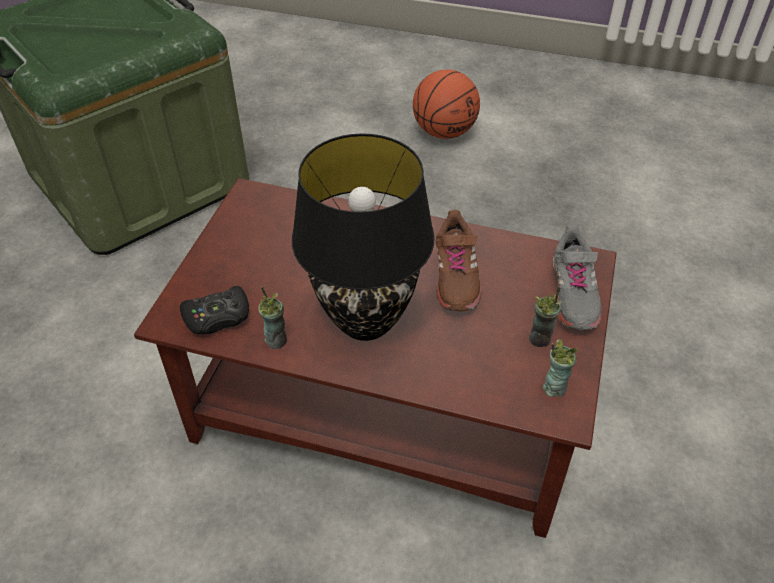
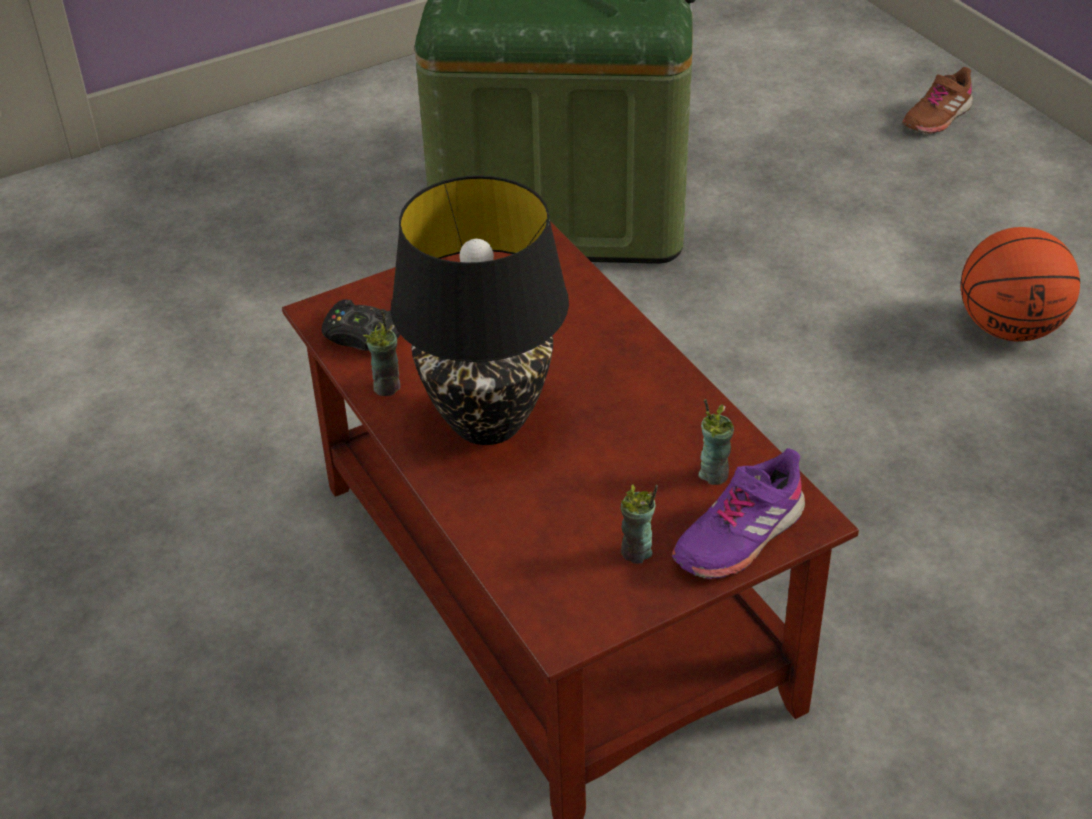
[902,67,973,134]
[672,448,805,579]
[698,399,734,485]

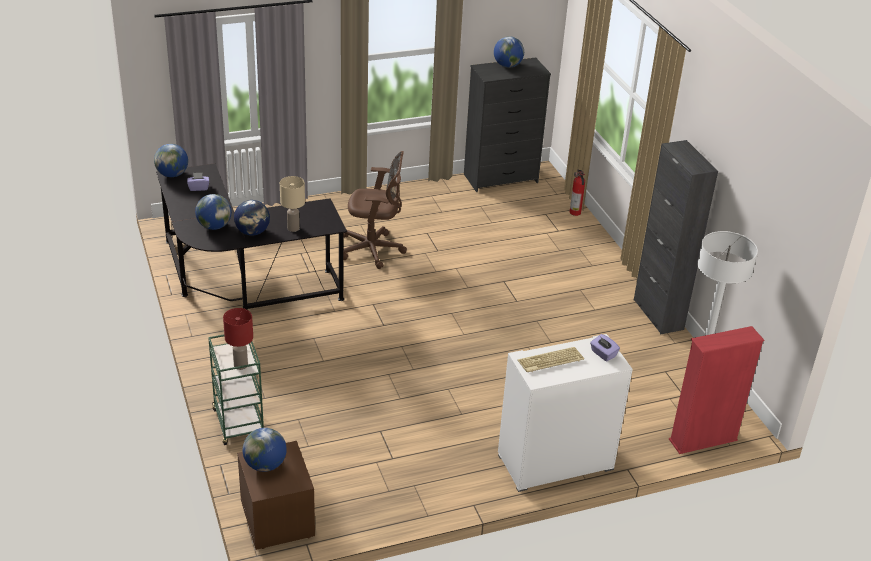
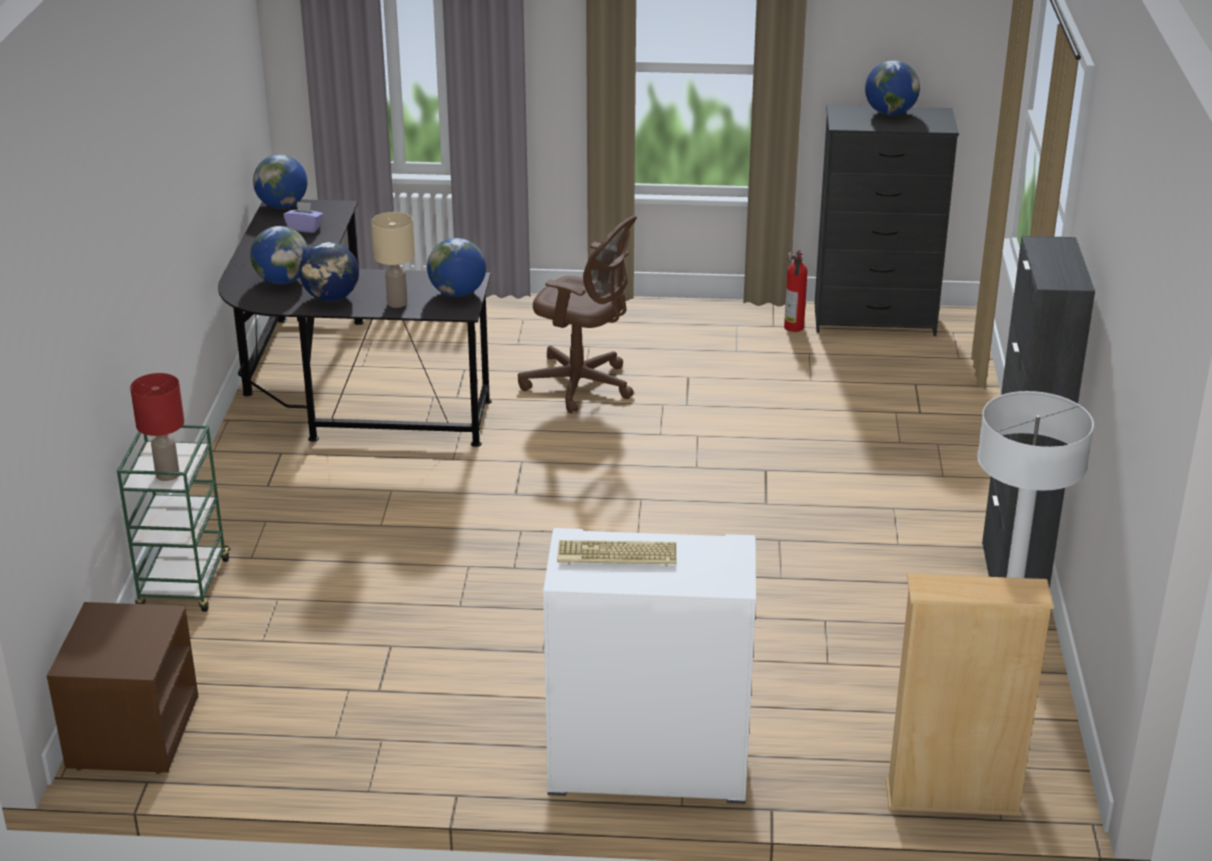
[784,250,807,332]
[886,574,1054,816]
[590,334,620,361] (first image)
[427,238,486,297]

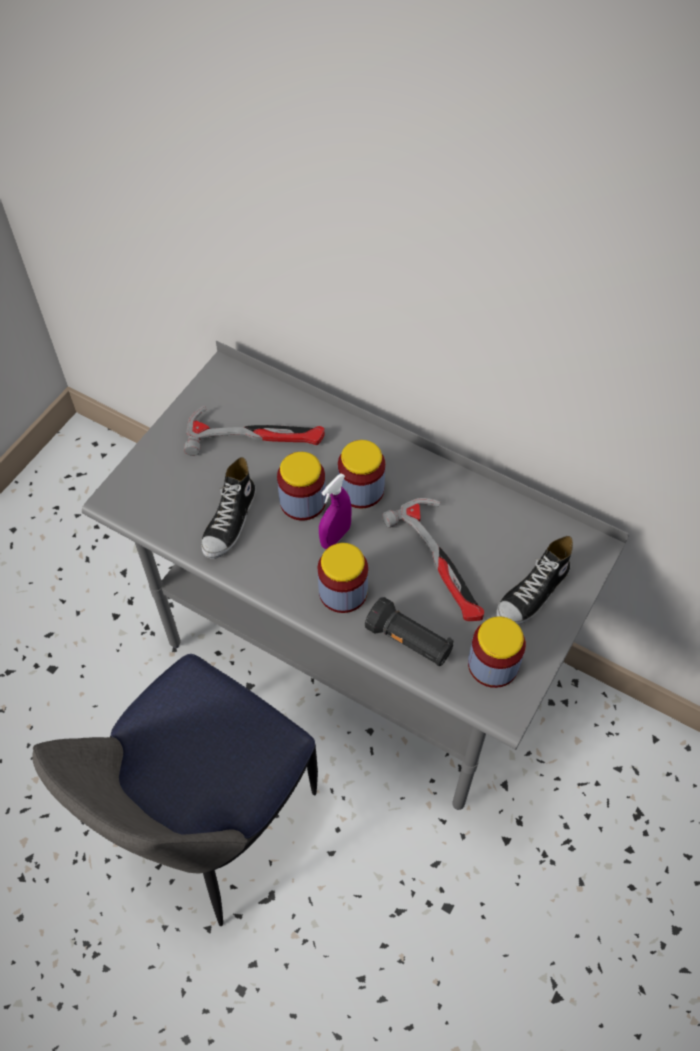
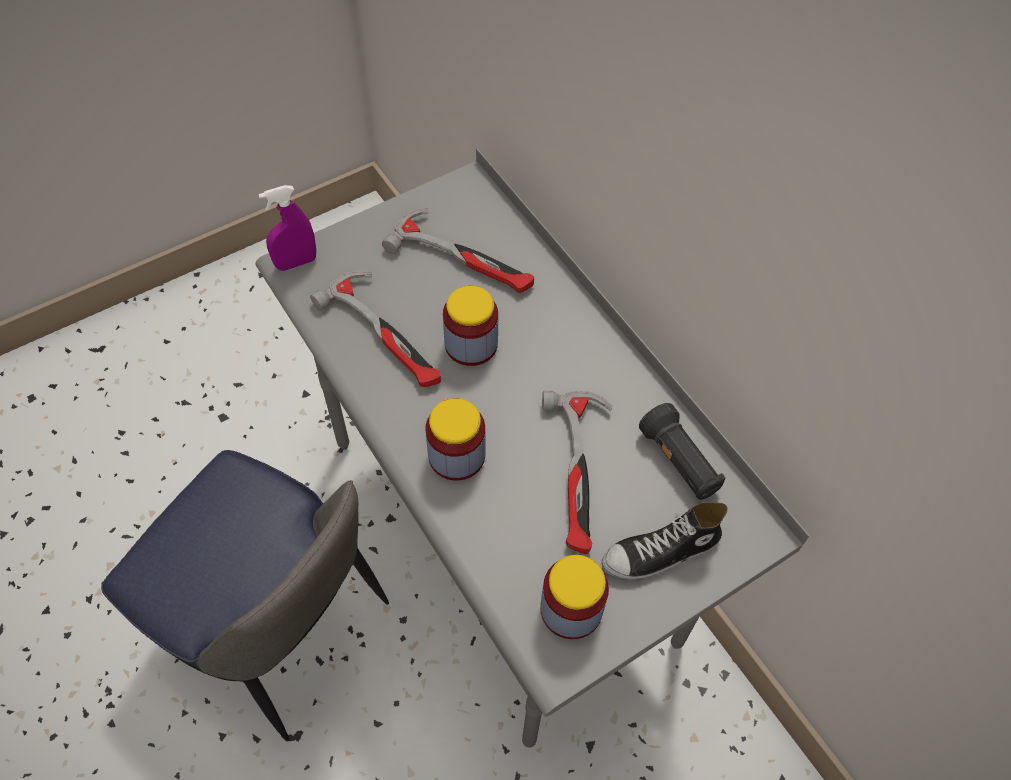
[338,440,385,509] (first image)
[310,270,441,387]
[259,185,316,271]
[639,403,726,500]
[101,450,389,741]

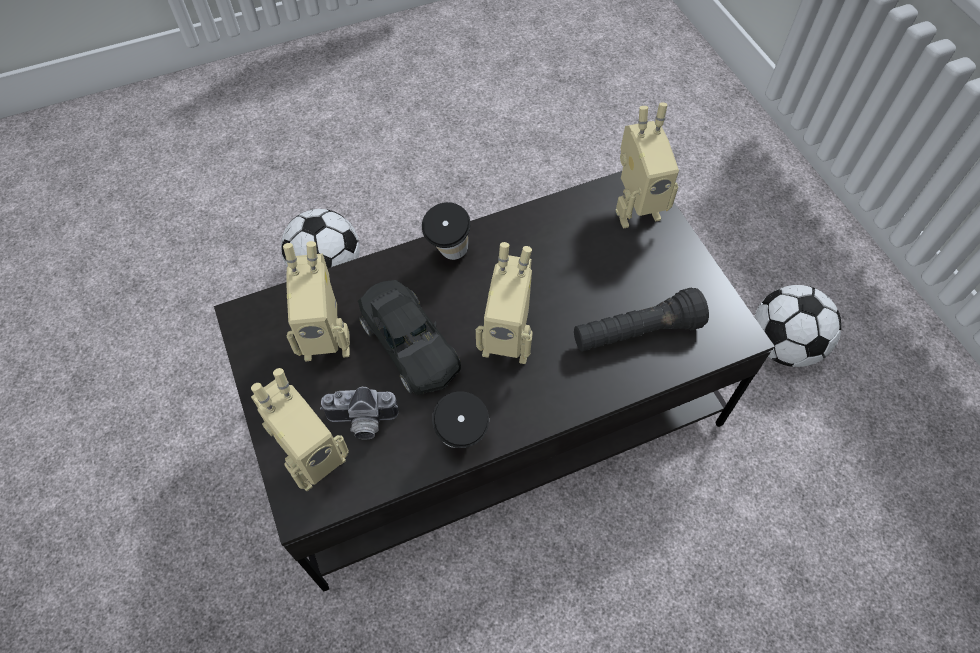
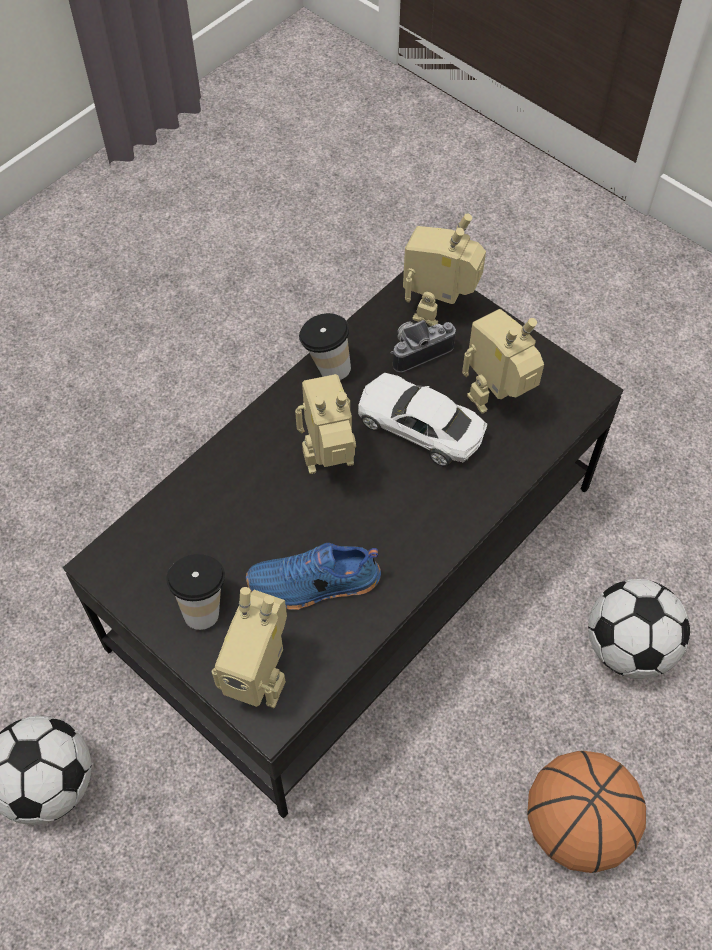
[212,587,287,708]
[166,554,225,630]
[358,373,487,467]
[574,288,709,351] (first image)
[246,543,381,610]
[527,751,646,873]

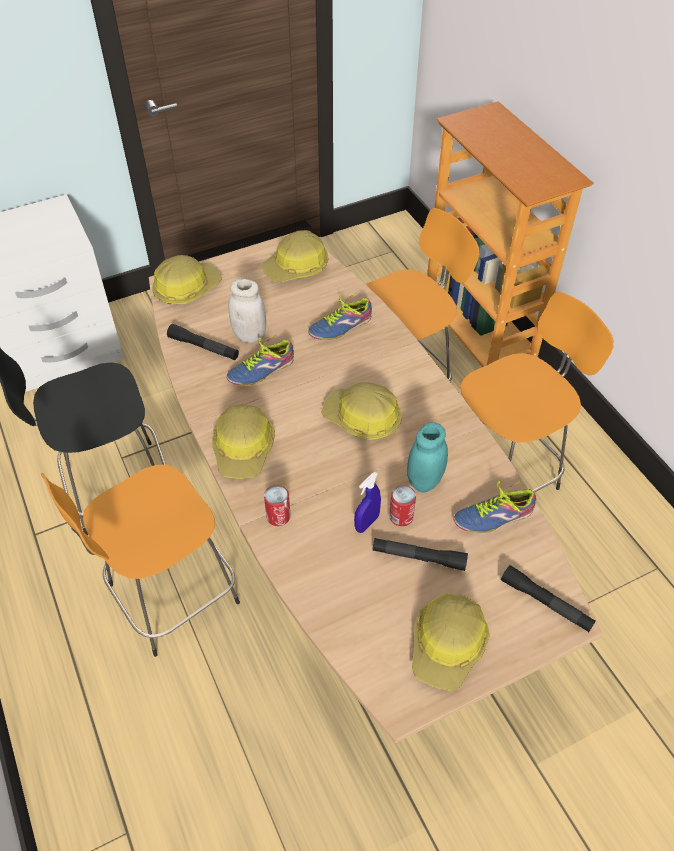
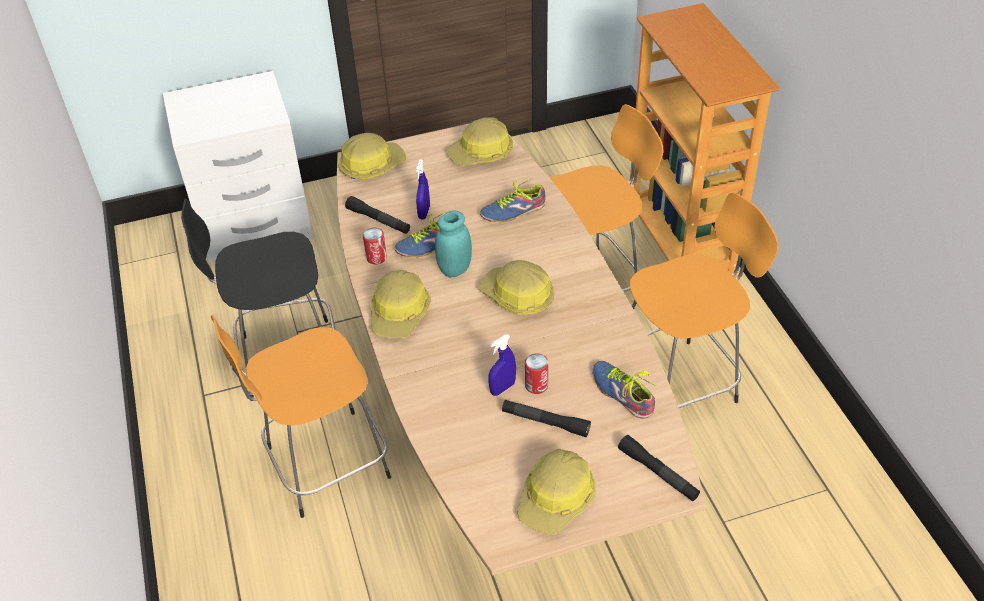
[416,159,430,219]
[435,210,472,278]
[593,361,657,418]
[363,228,387,264]

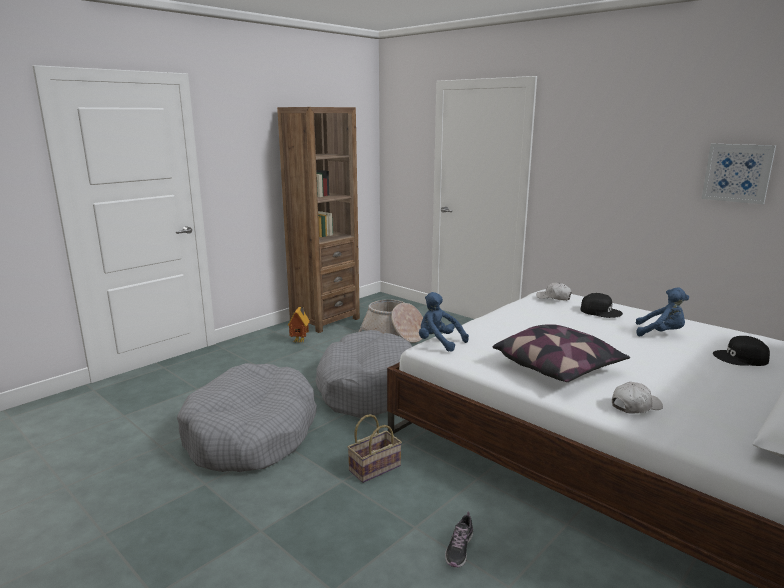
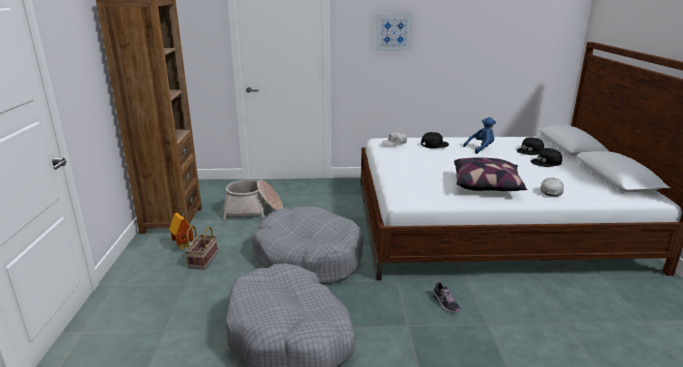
[376,13,413,51]
[419,292,469,352] (first image)
[185,225,218,270]
[433,280,460,313]
[530,148,562,167]

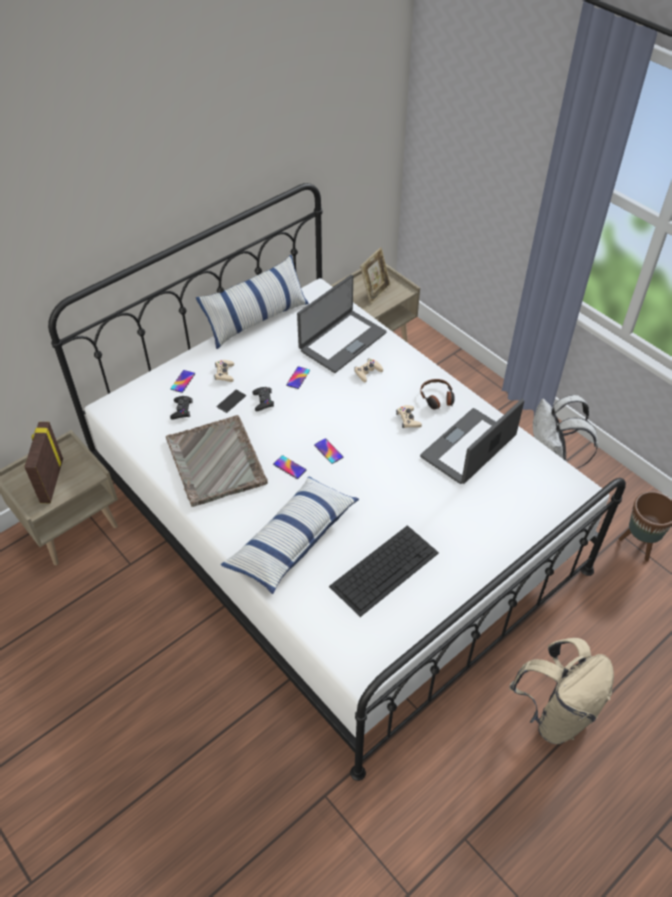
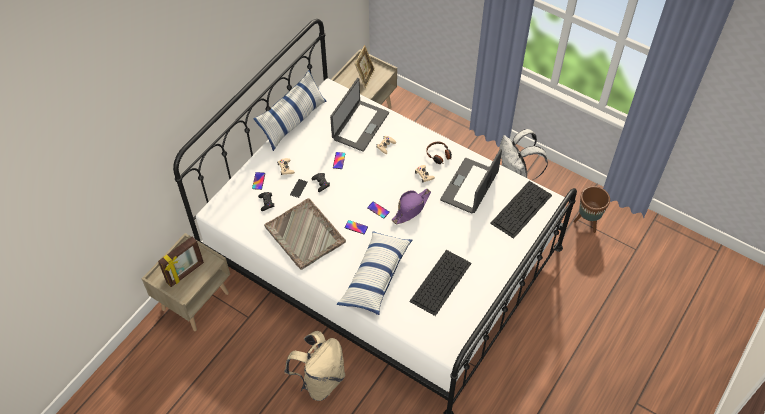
[158,236,204,287]
[284,331,345,401]
[490,181,552,239]
[392,188,431,224]

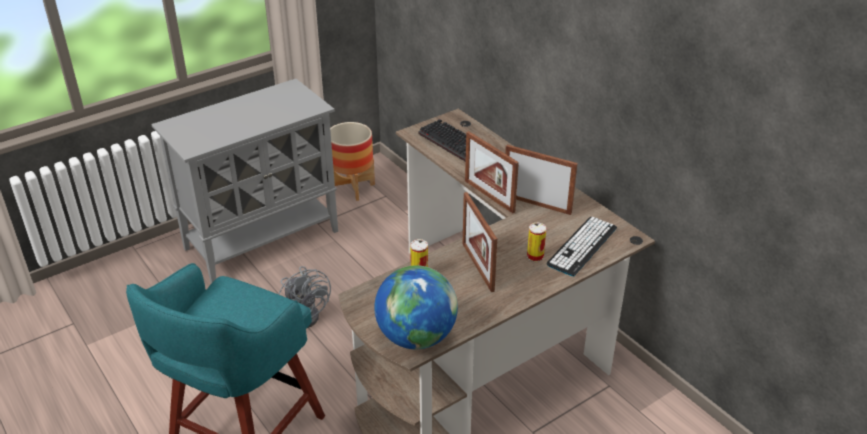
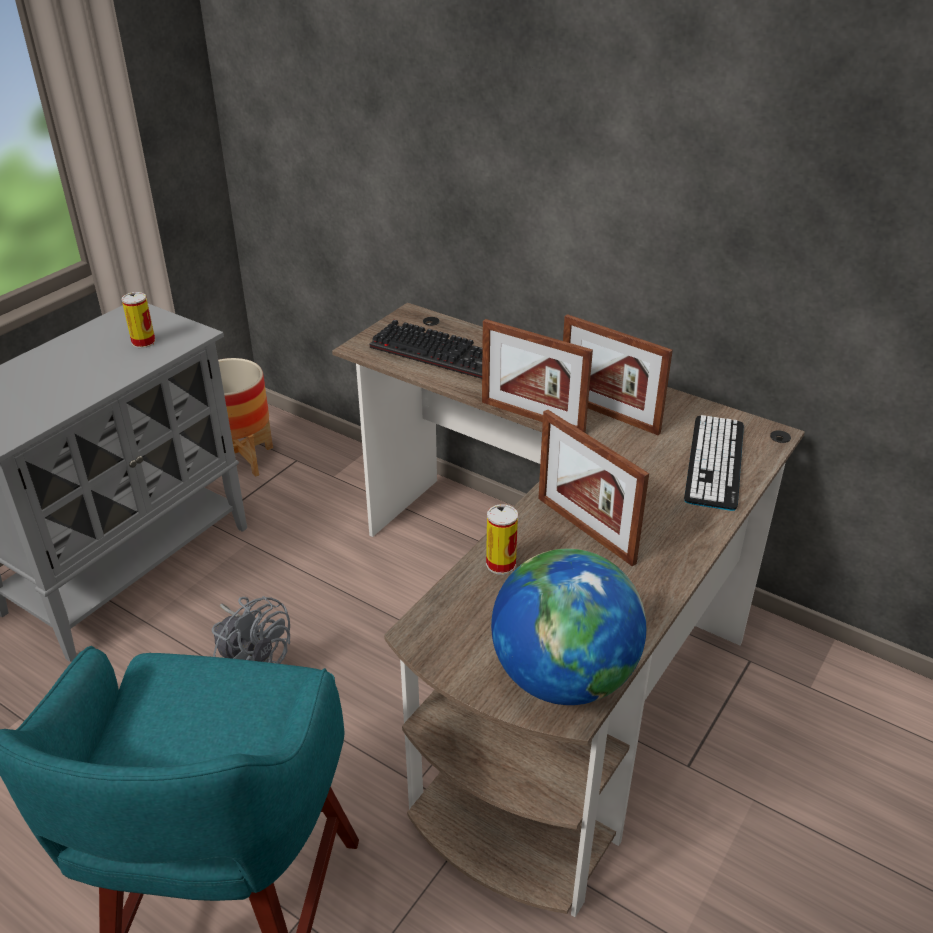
[563,314,673,435]
[122,292,156,348]

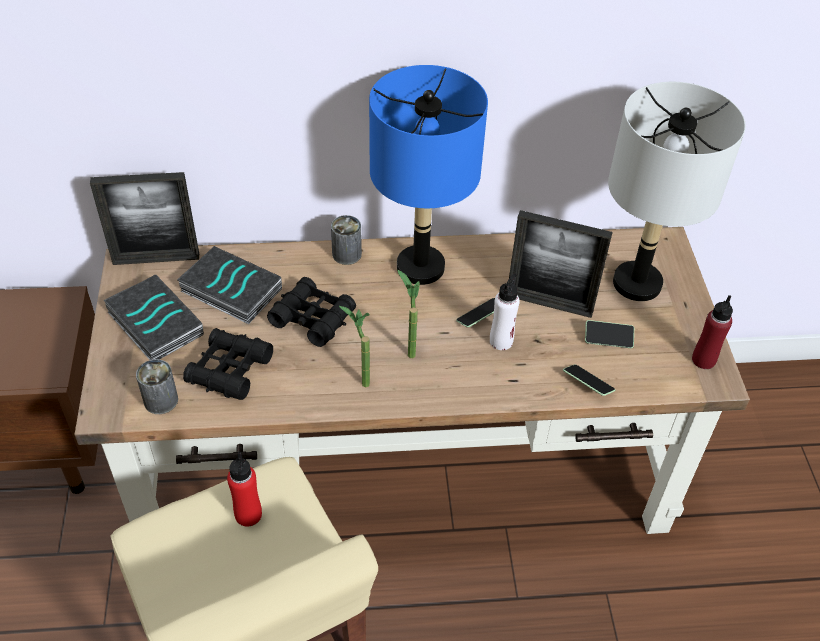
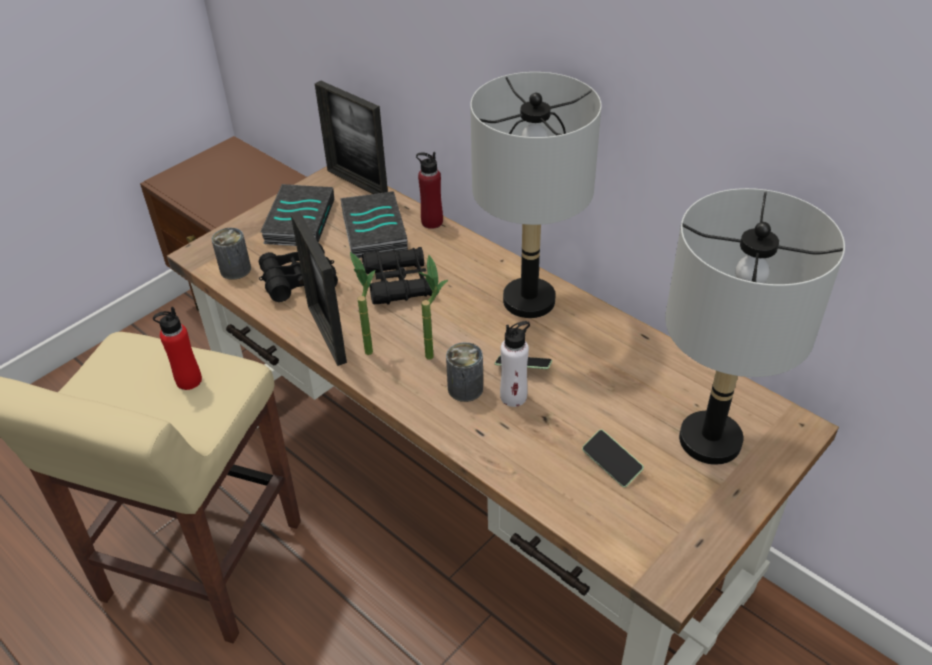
[470,72,602,318]
[291,211,347,366]
[446,342,483,402]
[416,152,443,229]
[563,364,615,396] (first image)

